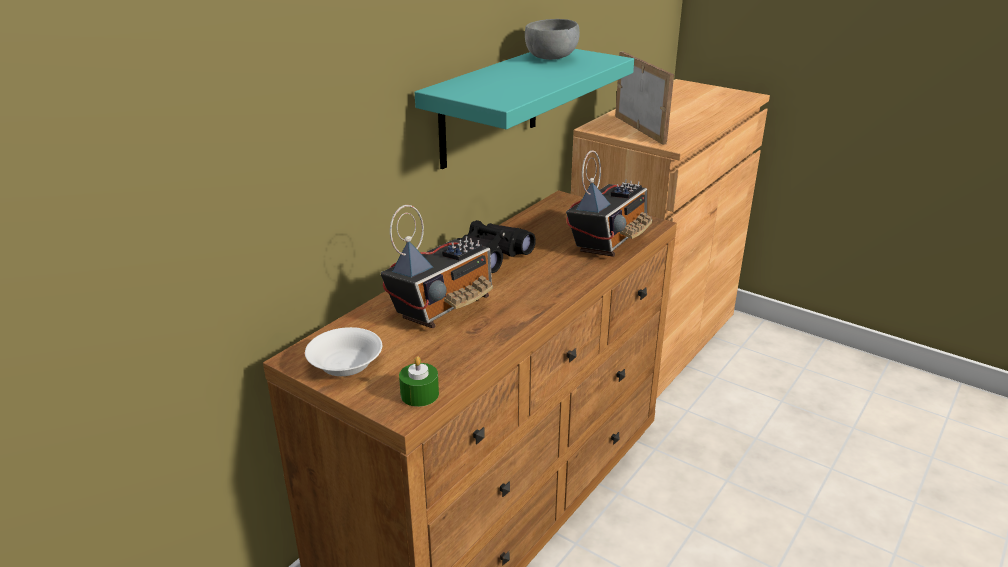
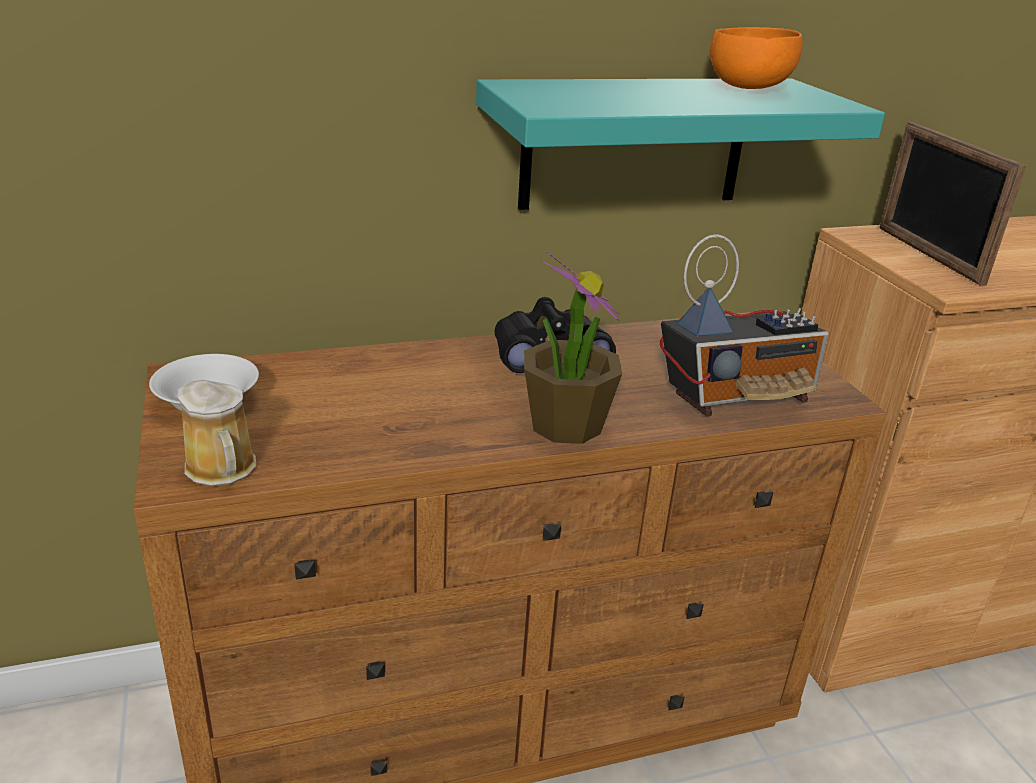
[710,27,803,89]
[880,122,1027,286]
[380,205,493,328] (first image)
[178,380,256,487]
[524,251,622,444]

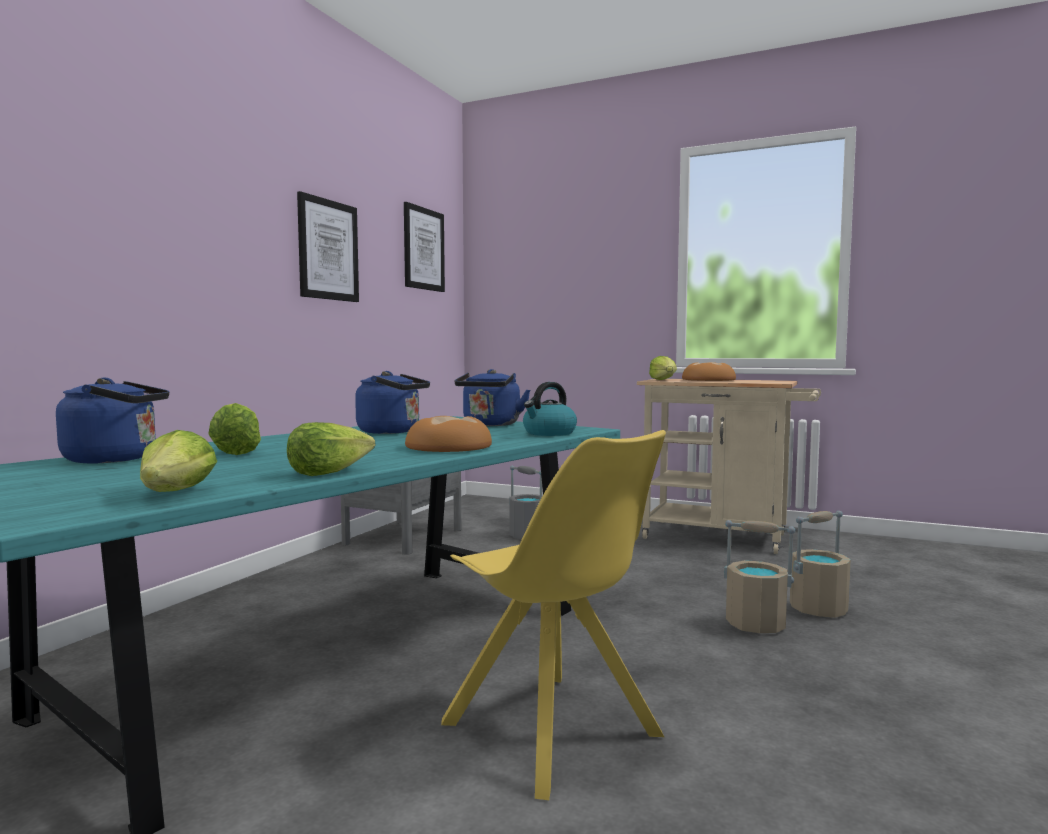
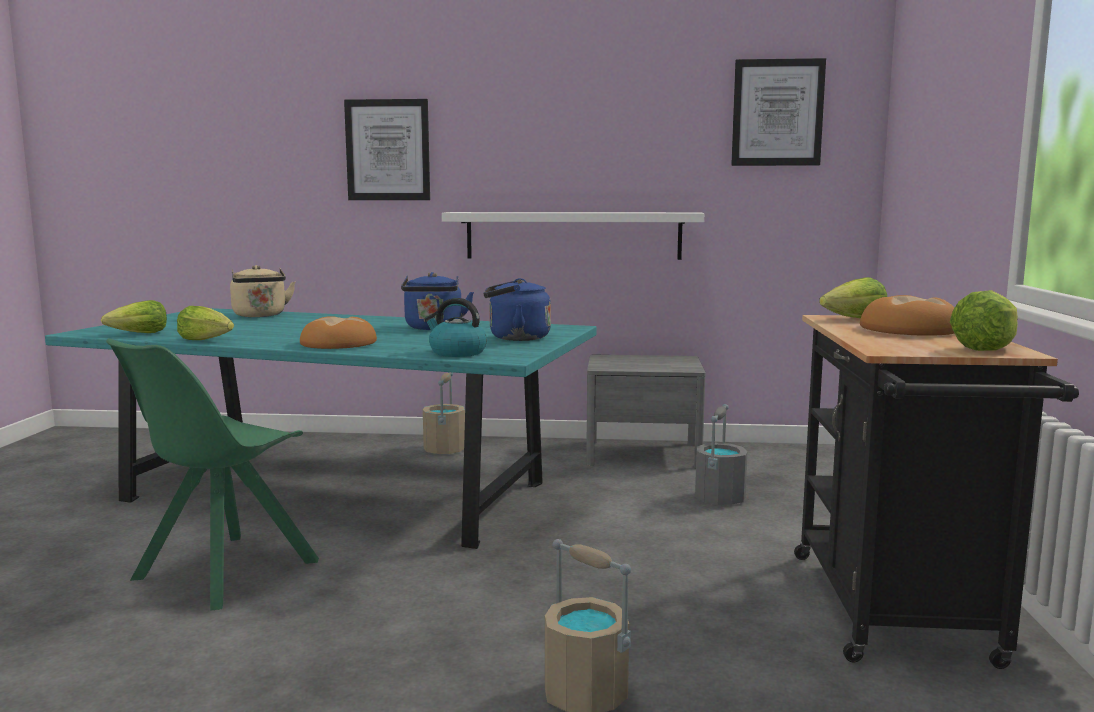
[344,99,430,200]
[230,265,295,317]
[794,315,1079,669]
[950,290,1018,351]
[106,338,319,611]
[423,372,465,454]
[442,212,704,260]

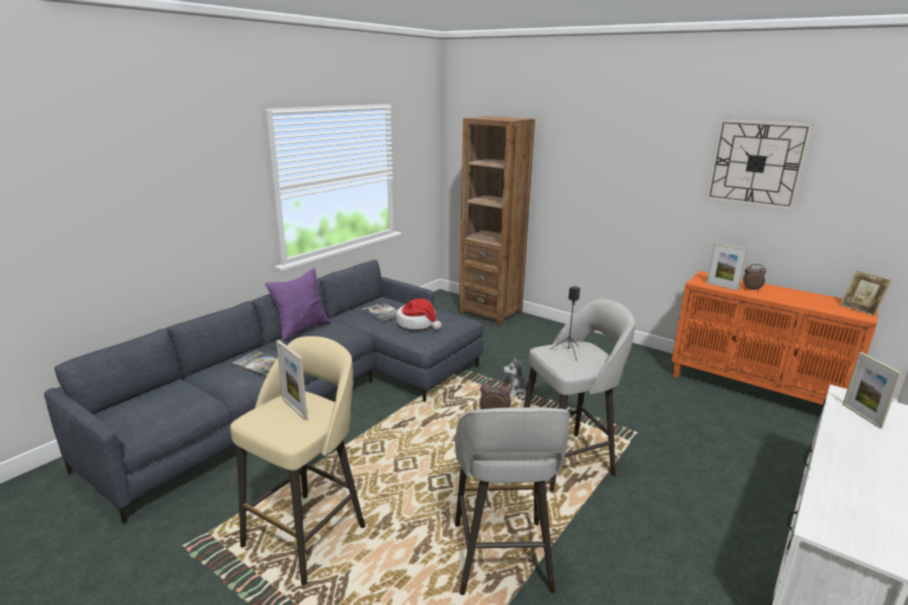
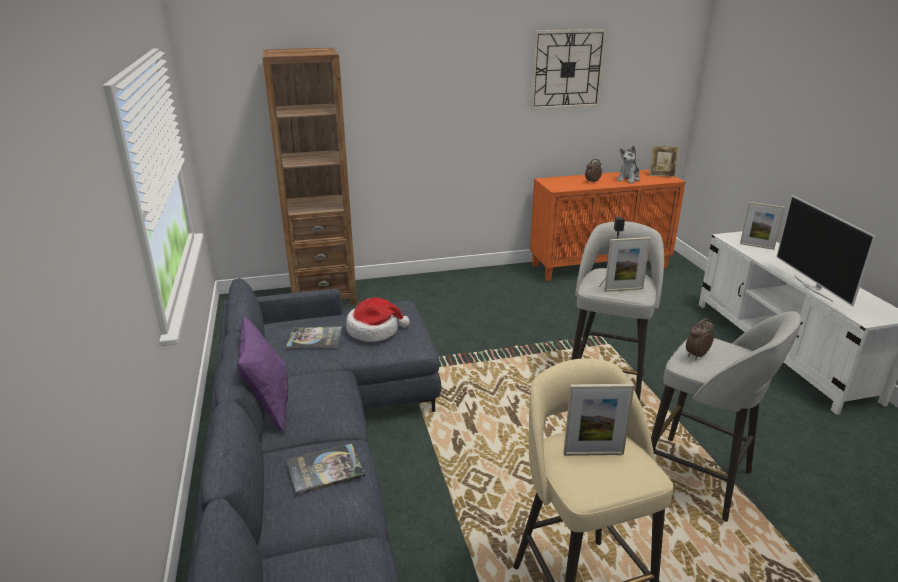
[604,237,651,292]
[617,146,640,183]
[776,195,876,307]

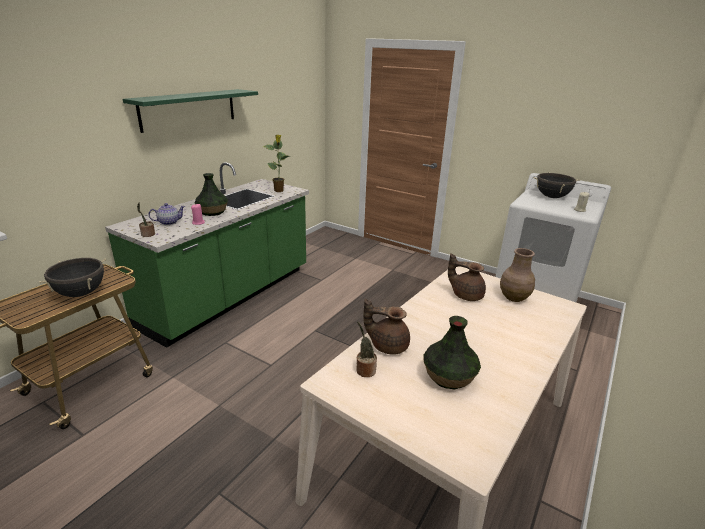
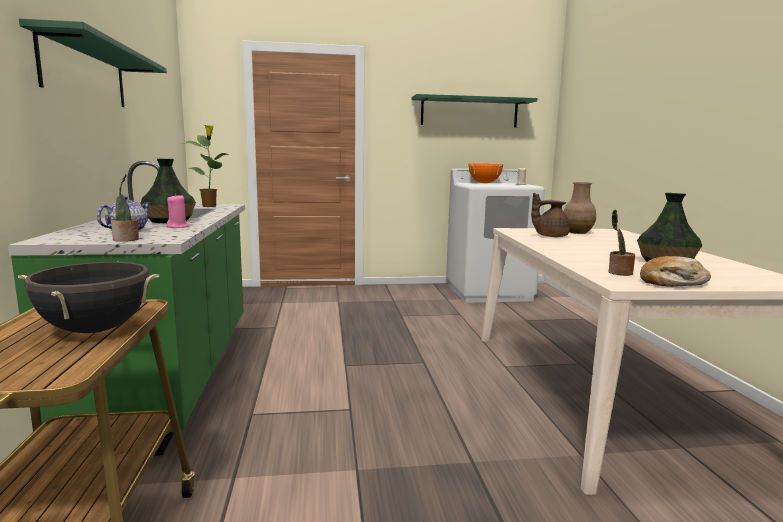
[468,163,503,183]
[363,299,410,355] (first image)
[412,94,537,127]
[640,256,711,287]

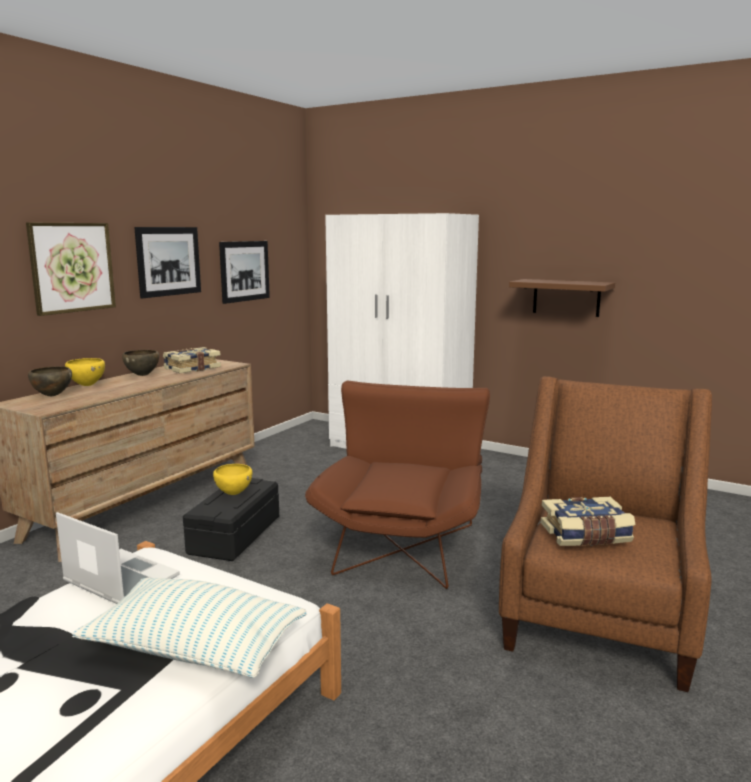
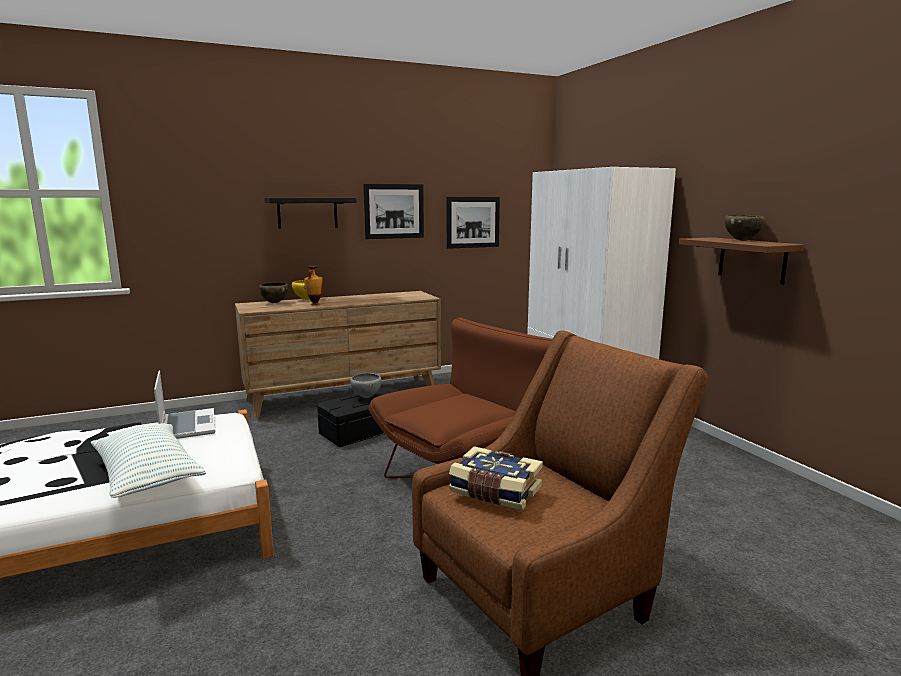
[264,198,356,229]
[163,347,221,373] (first image)
[724,215,765,241]
[350,373,382,398]
[304,265,323,306]

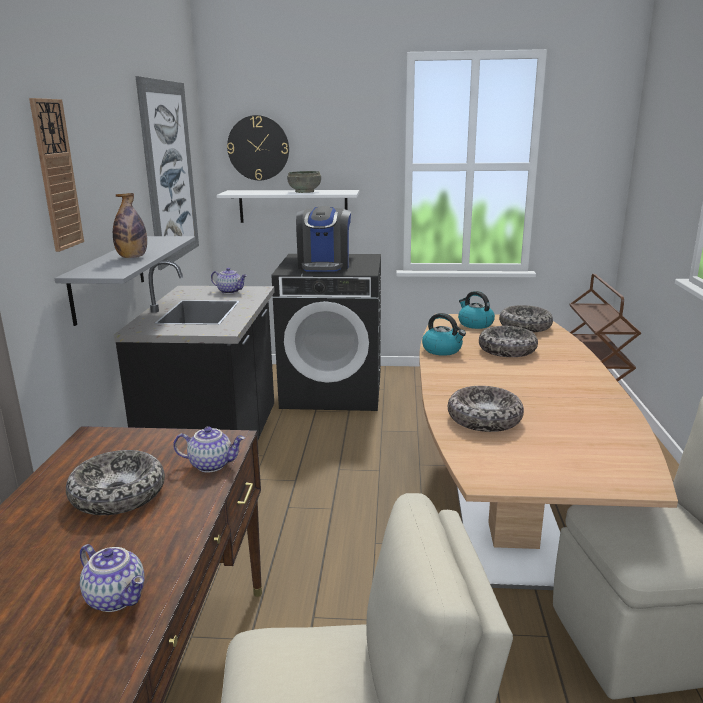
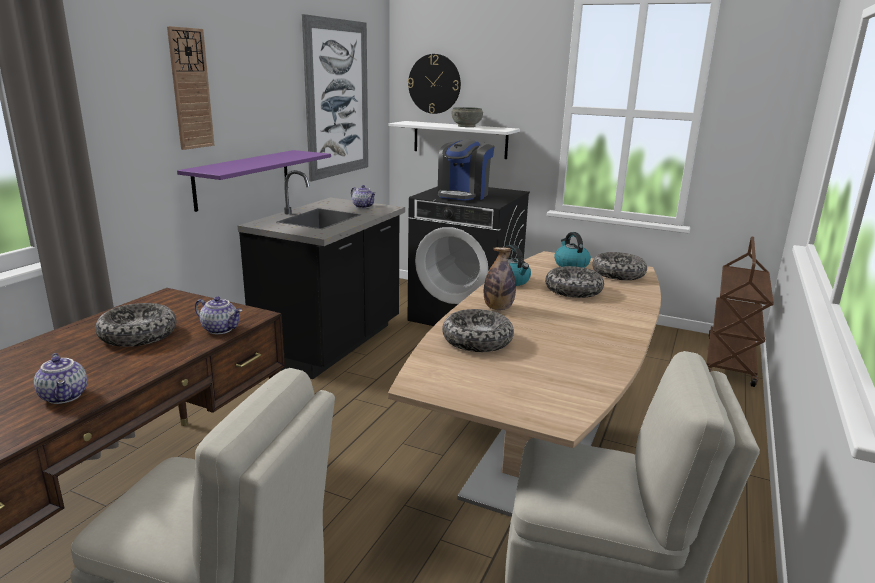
[484,247,516,310]
[177,150,331,212]

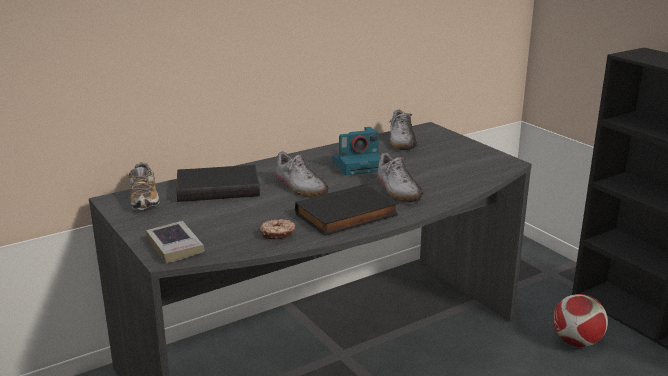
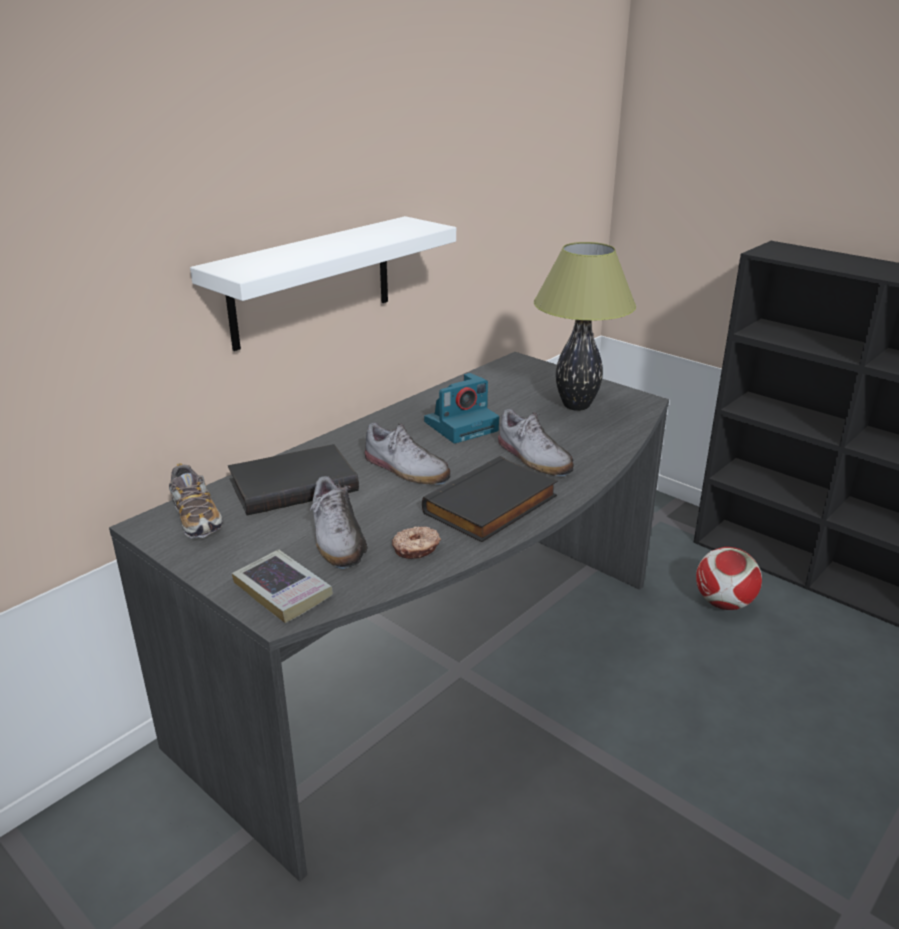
[310,476,368,569]
[190,216,456,351]
[534,242,636,411]

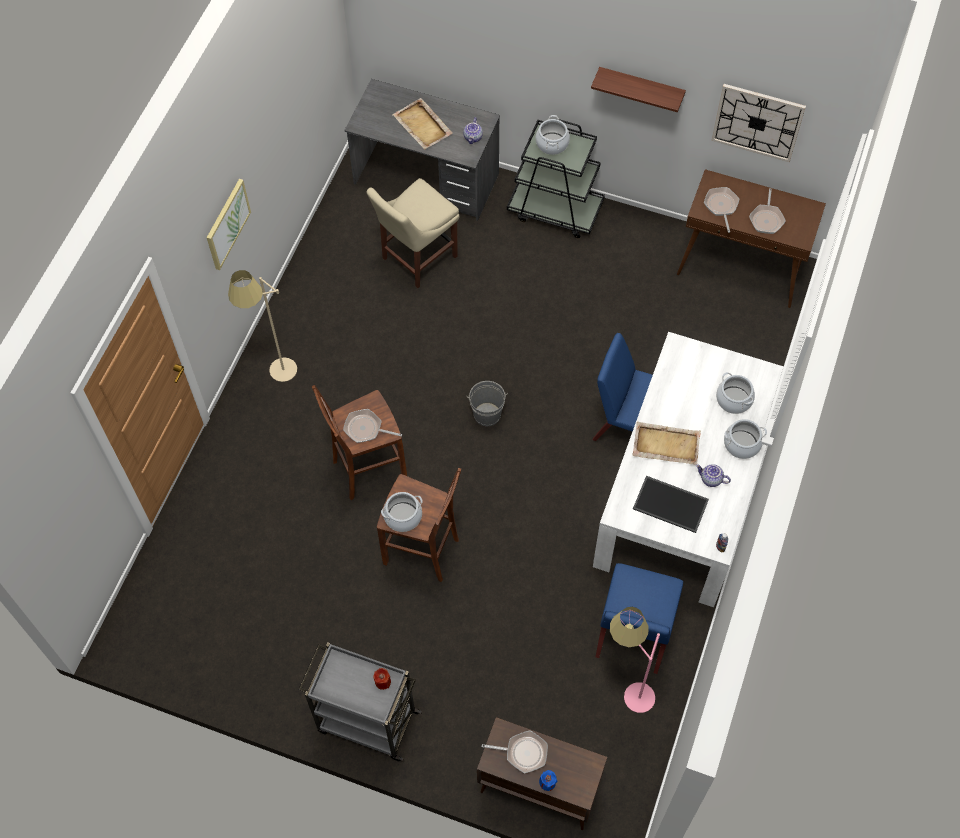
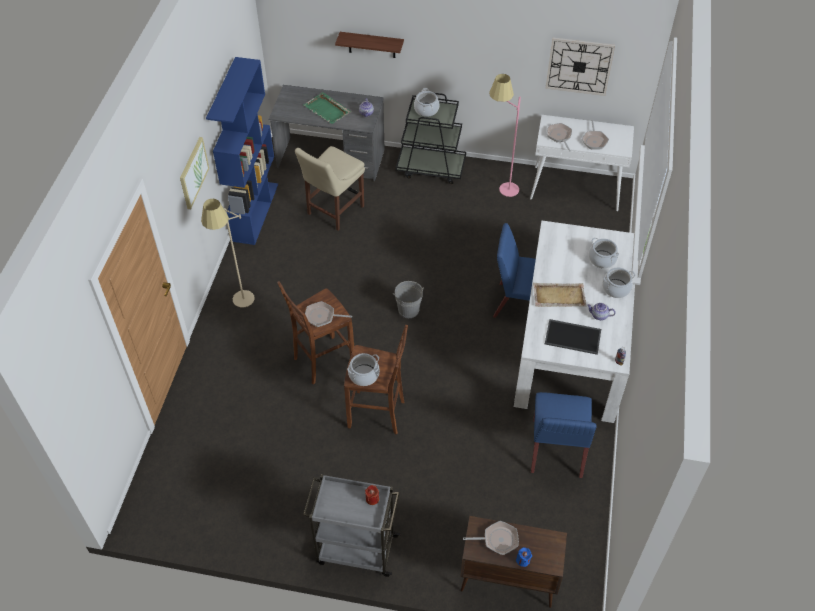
[335,32,404,58]
[303,92,351,124]
[530,115,634,211]
[489,74,521,197]
[206,57,278,245]

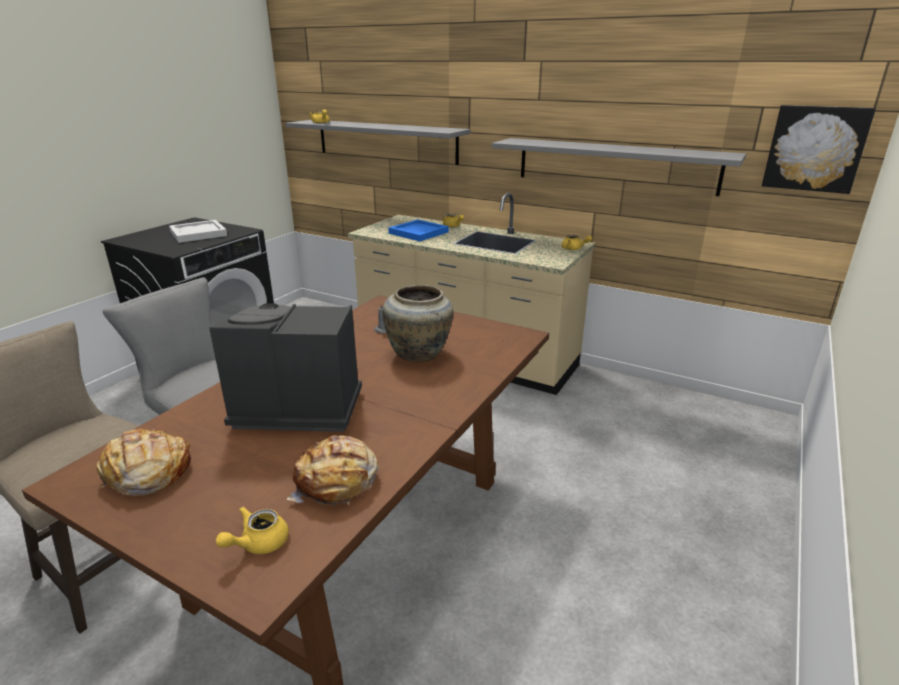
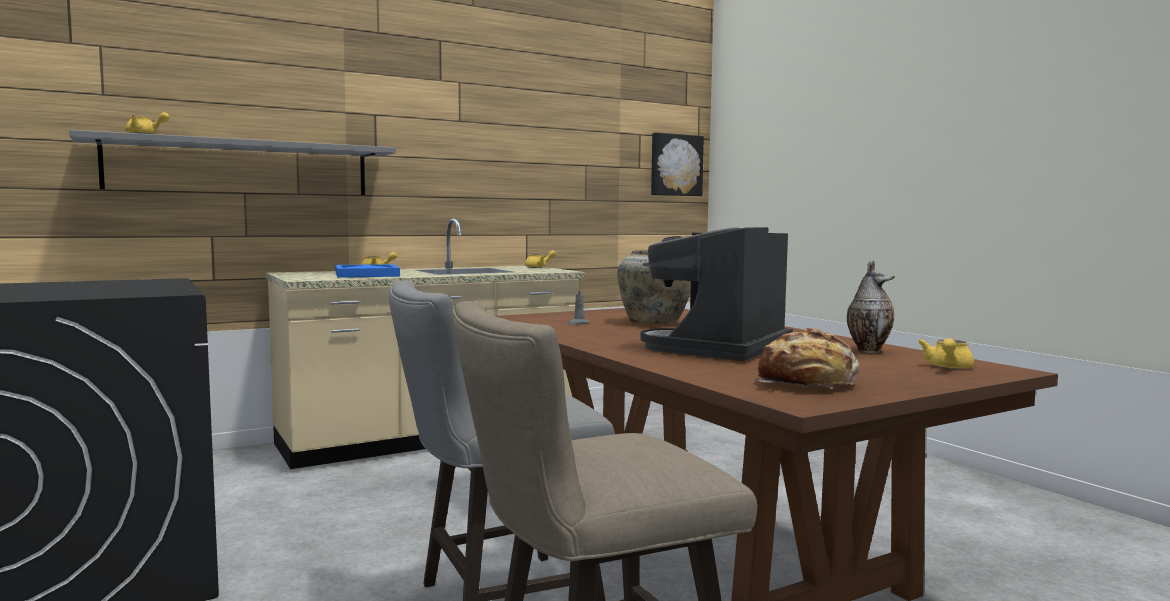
[492,138,746,196] (first image)
[169,220,227,243] (first image)
[847,260,895,353]
[918,338,974,369]

